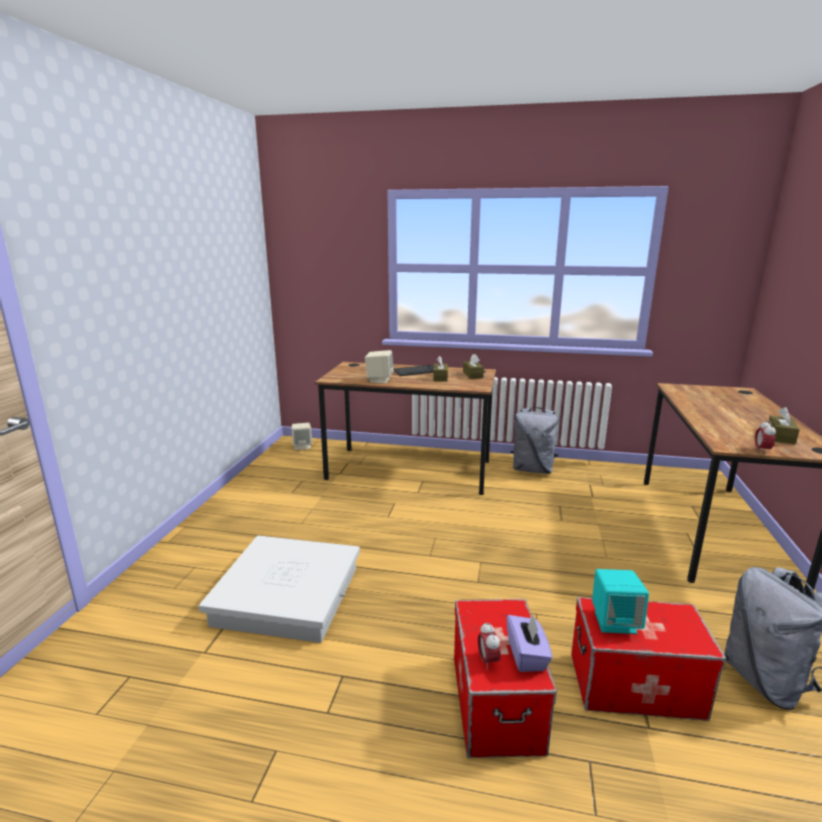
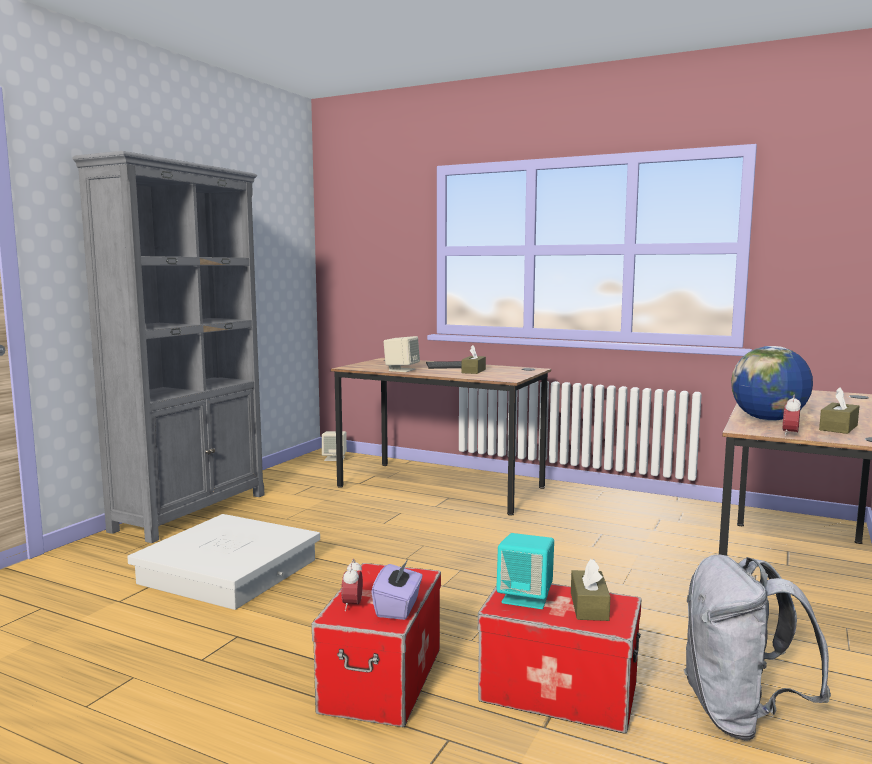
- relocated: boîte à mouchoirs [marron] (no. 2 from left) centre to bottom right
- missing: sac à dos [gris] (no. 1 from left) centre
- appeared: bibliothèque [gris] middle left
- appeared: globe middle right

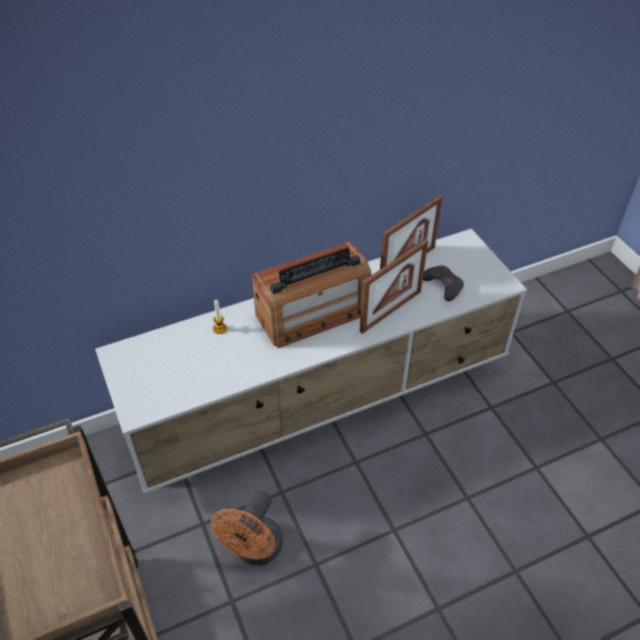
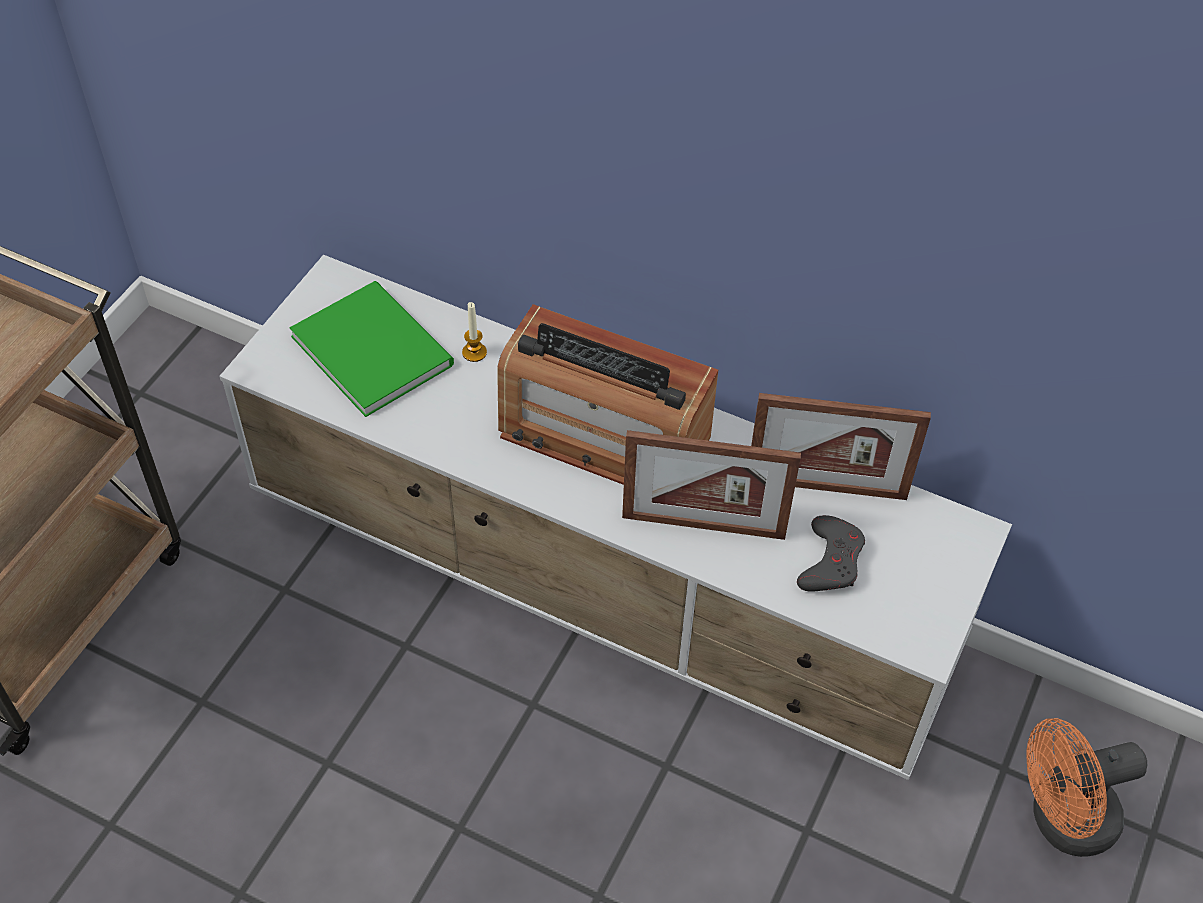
- relocated: ventilateur [orange] bottom centre to bottom right
- appeared: livre [vert] middle left

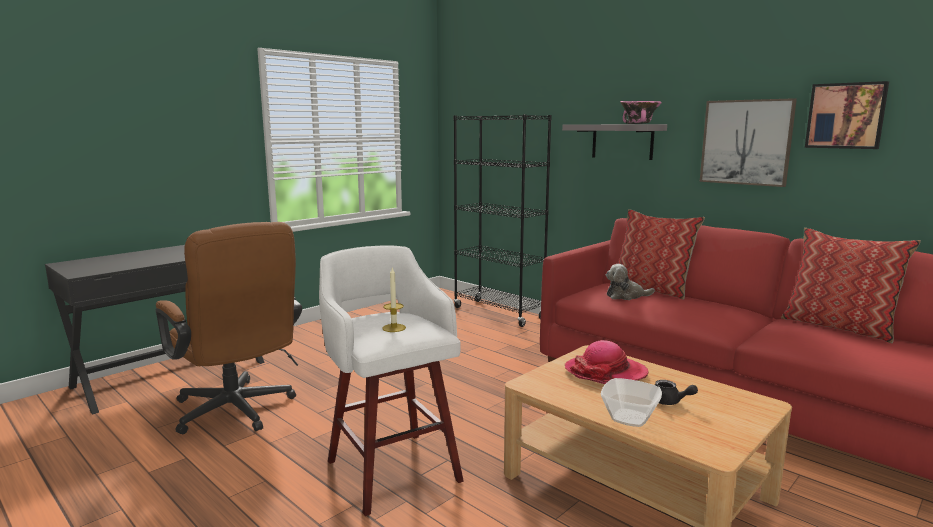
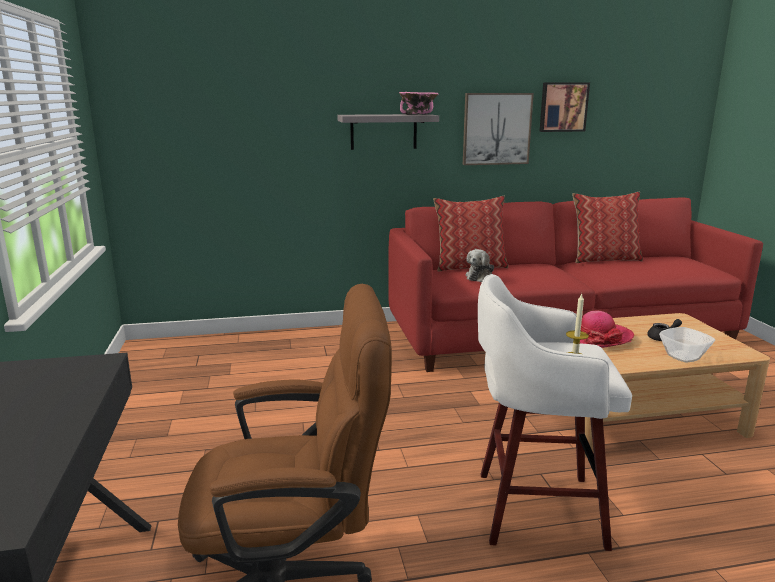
- missing: bibliothèque [noir] centre

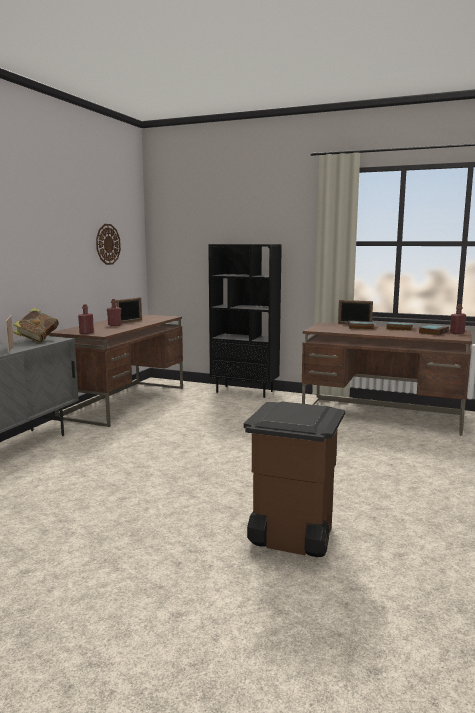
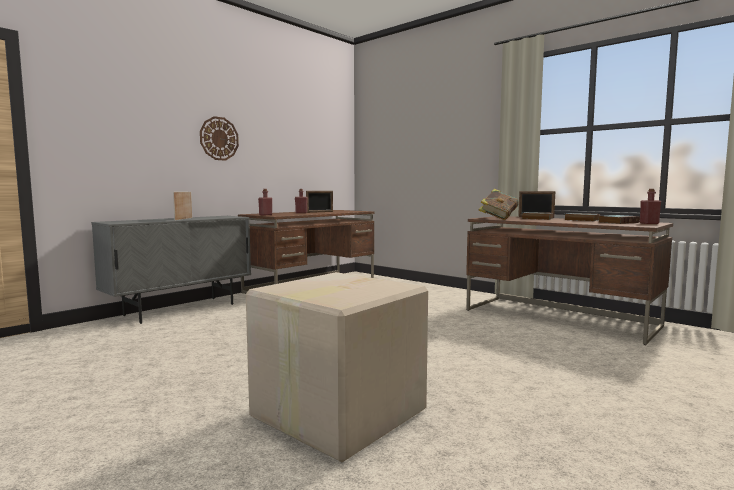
- relocated: horloge murale middle left to top left
- missing: bibliothèque [noir] centre
- relocated: livre (no. 1 from left) middle left to middle right
- exchanged: poubelle [marron] bottom centre to carton bottom centre

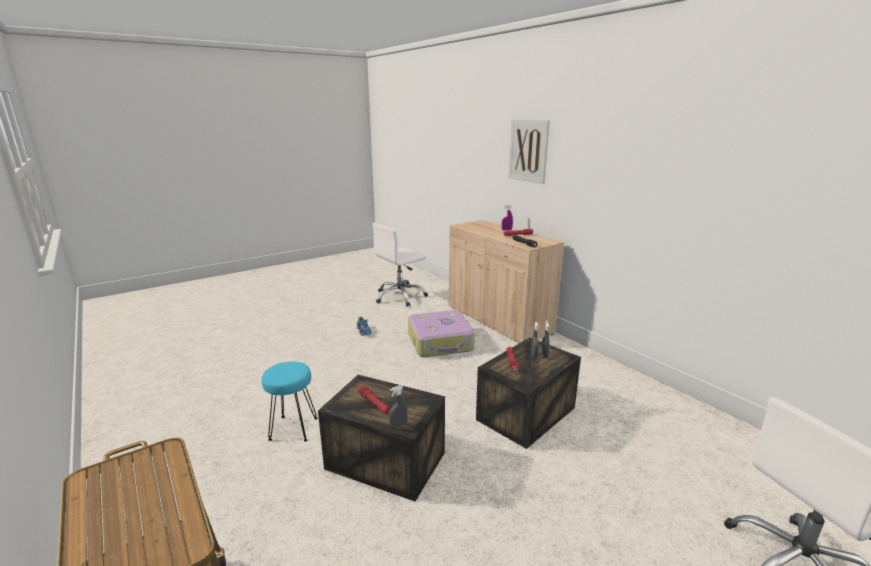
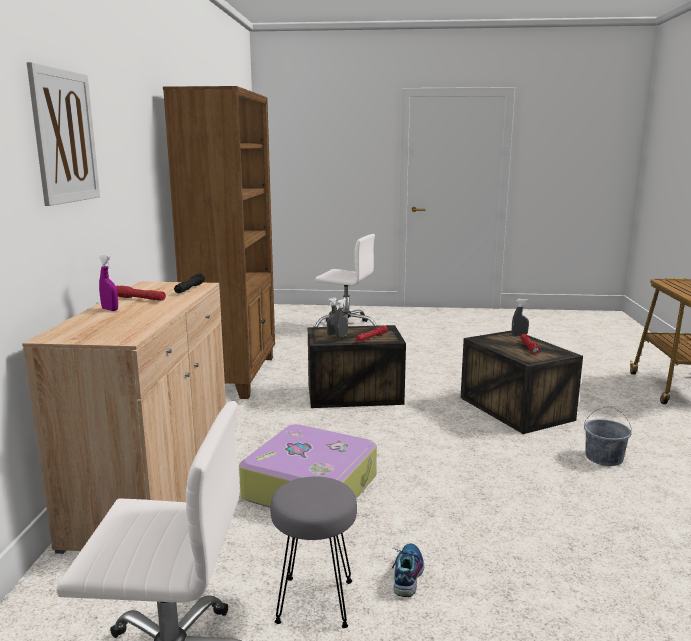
- exchanged: tabouret [turquoise] bottom left to seau [gris] bottom right
- appeared: bibliothèque [marron] middle left
- appeared: tabouret [gris] bottom centre

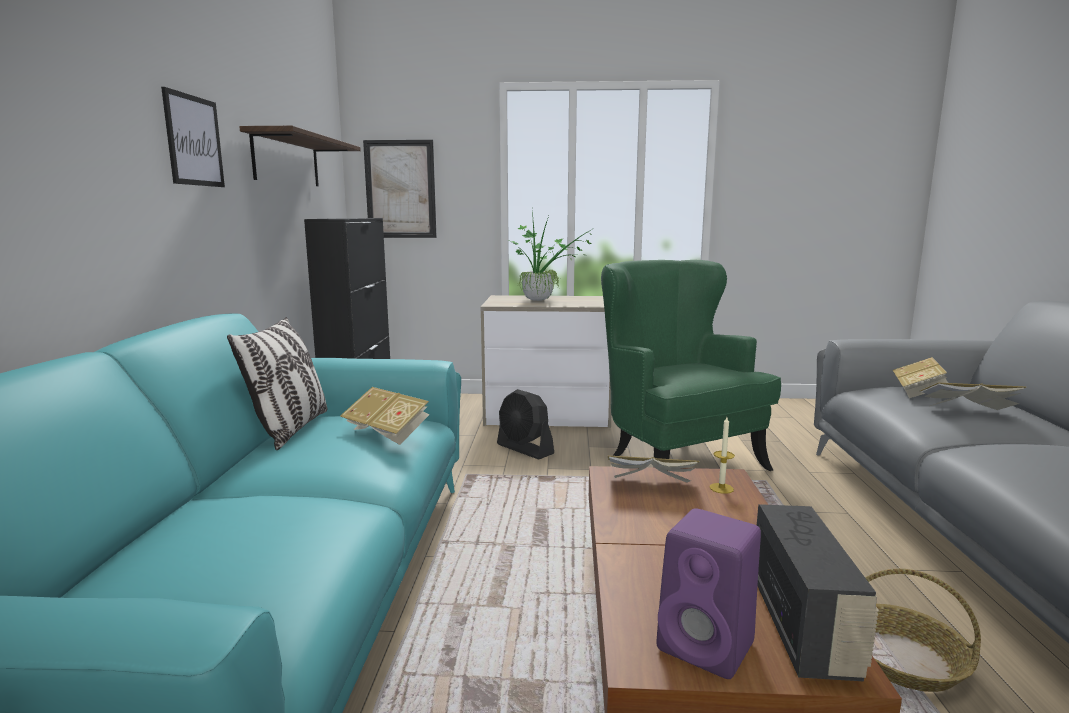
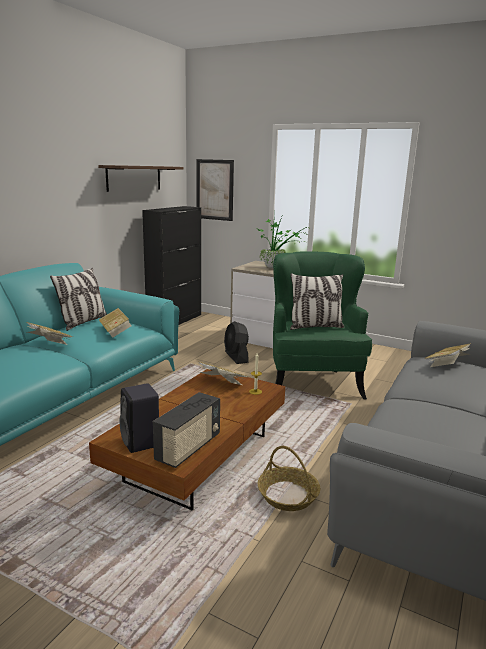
- missing: tableau (no. 1 from left) top left
- relocated: livre (no. 4 from left in the first image) middle right to livre (no. 1 from left) middle left
- colour: enceinte [violet] bottom centre to enceinte [noir] middle left
- appeared: coussin (no. 2 from left) centre

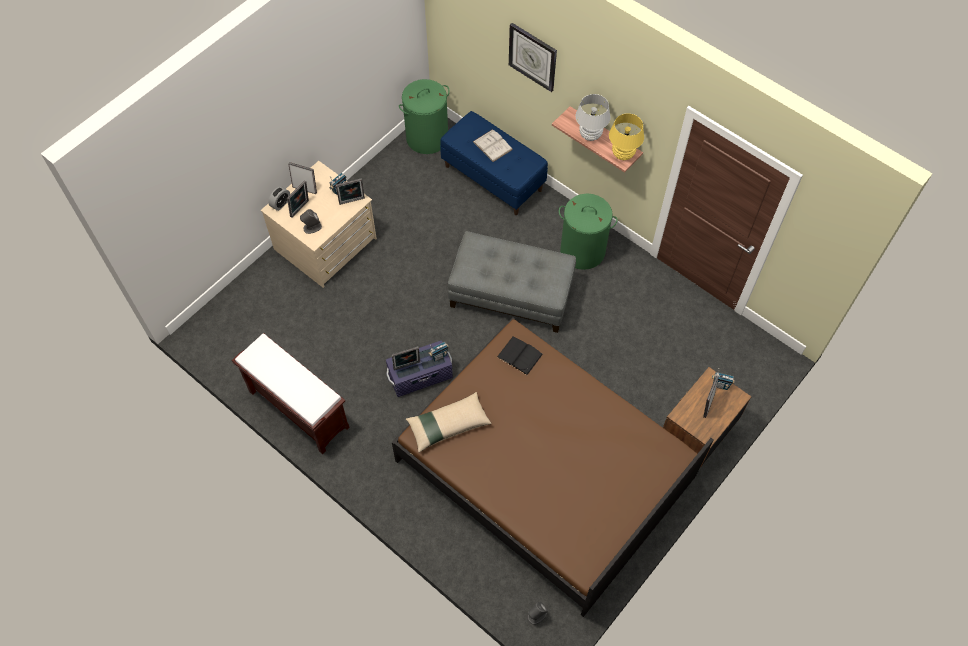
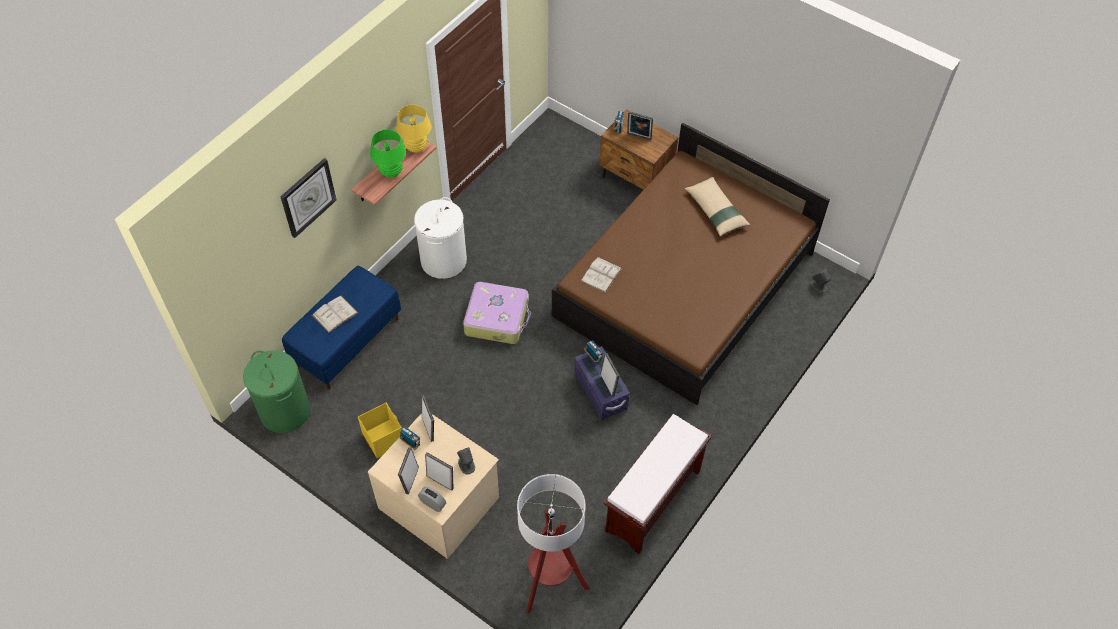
- colour: lampe de table [blanc] top centre to lampe de table [vert] top centre
- colour: panier à linge [vert] (no. 2 from left) centre to panier à linge [blanc] centre
- exchanged: pouf [gris] centre to valise centre
- colour: livre [noir] centre to livre [blanc] (no. 2 from left) centre
- relocated: coussin [beige] centre to top centre
- appeared: boîte de rangement [jaune] bottom centre
- appeared: lampadaire bottom centre

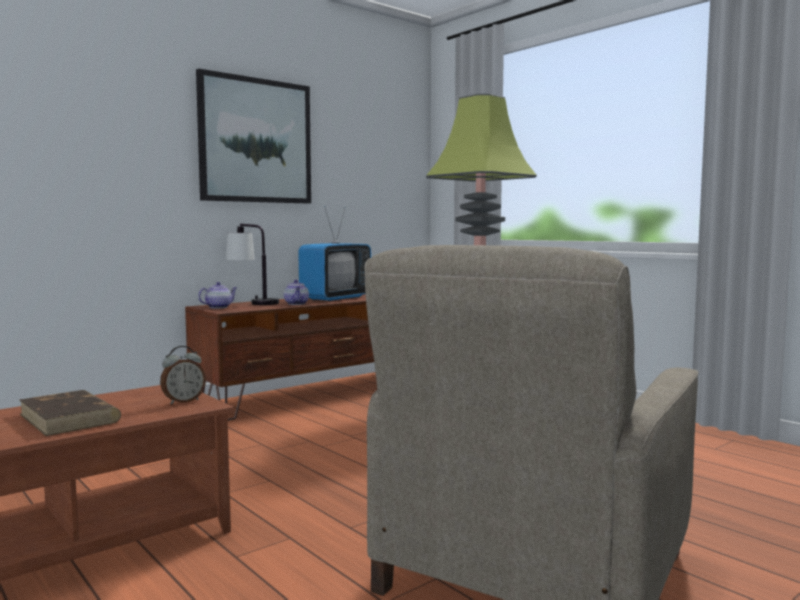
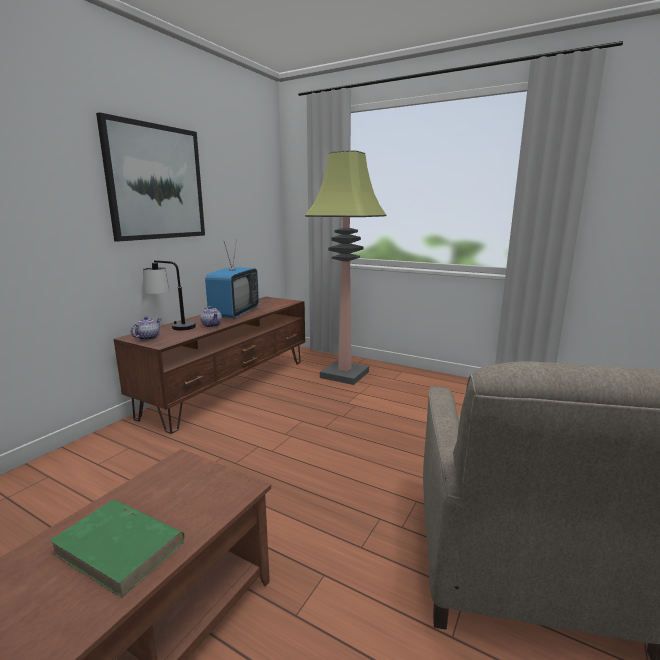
- missing: réveil middle left
- colour: livre [marron] bottom left to livre [vert] bottom left

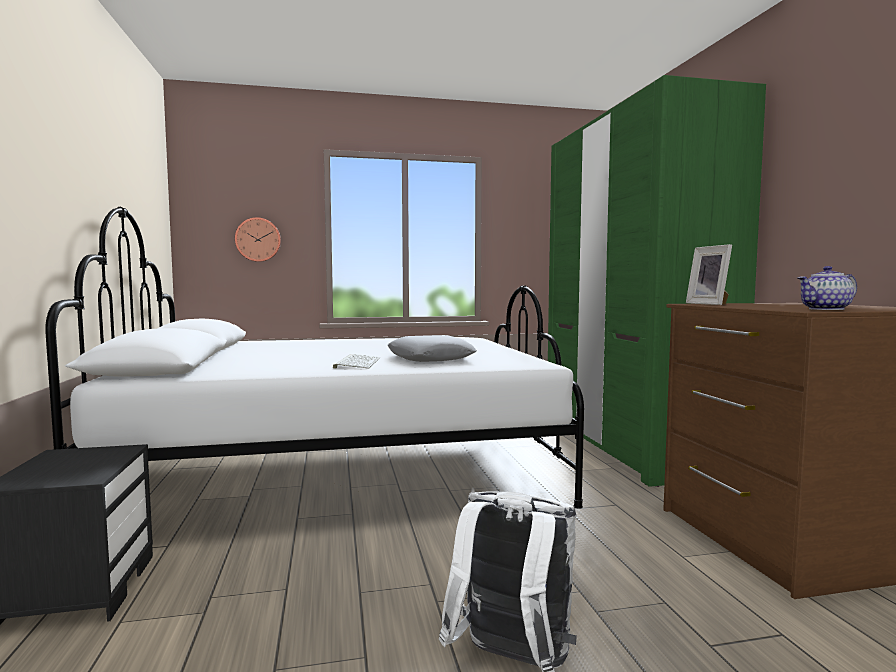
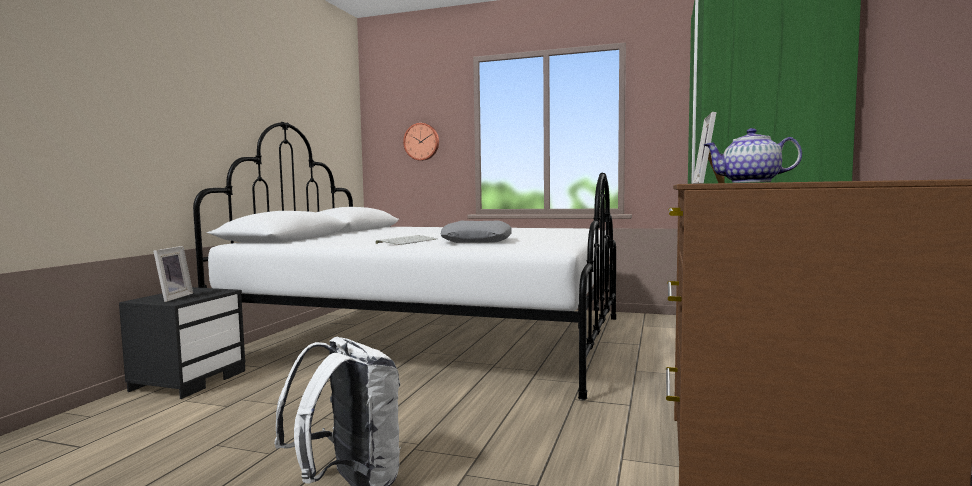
- appeared: cadre photo (no. 1 from left) middle left

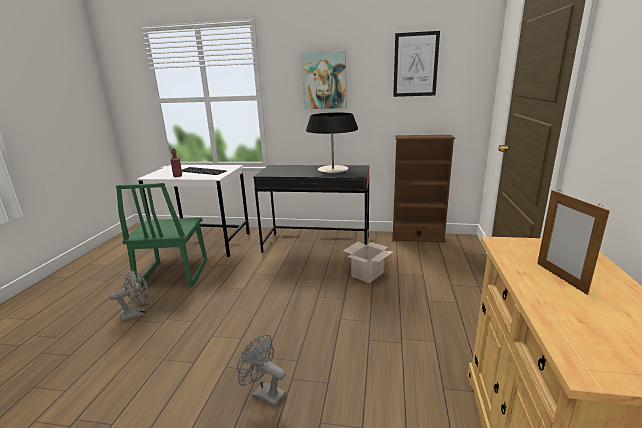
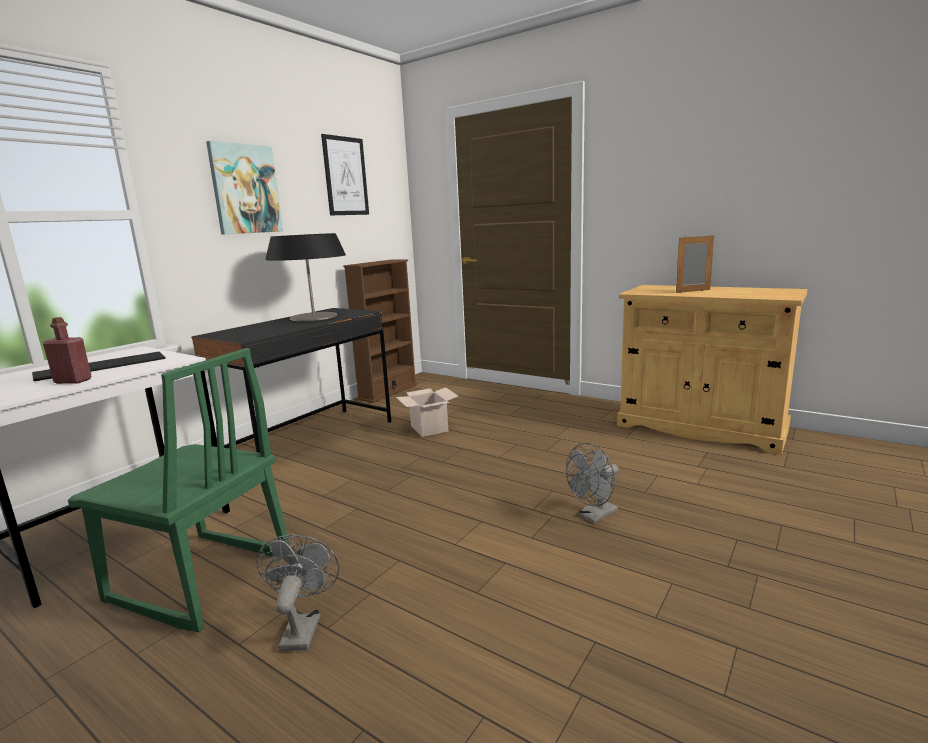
- spun: cadre photo middle right = middle right 150 degrees clockwise

